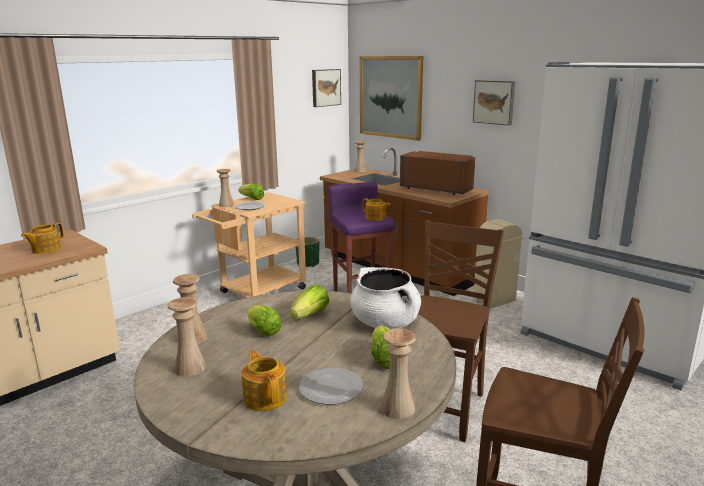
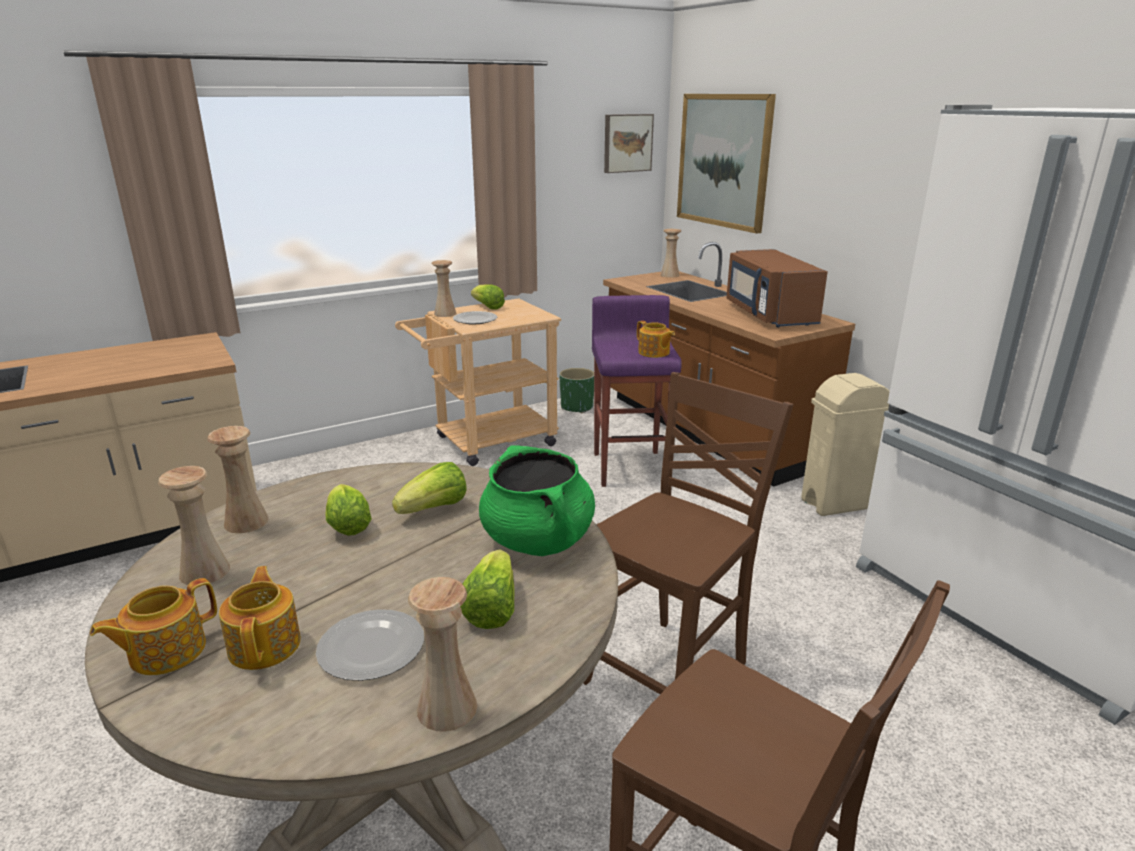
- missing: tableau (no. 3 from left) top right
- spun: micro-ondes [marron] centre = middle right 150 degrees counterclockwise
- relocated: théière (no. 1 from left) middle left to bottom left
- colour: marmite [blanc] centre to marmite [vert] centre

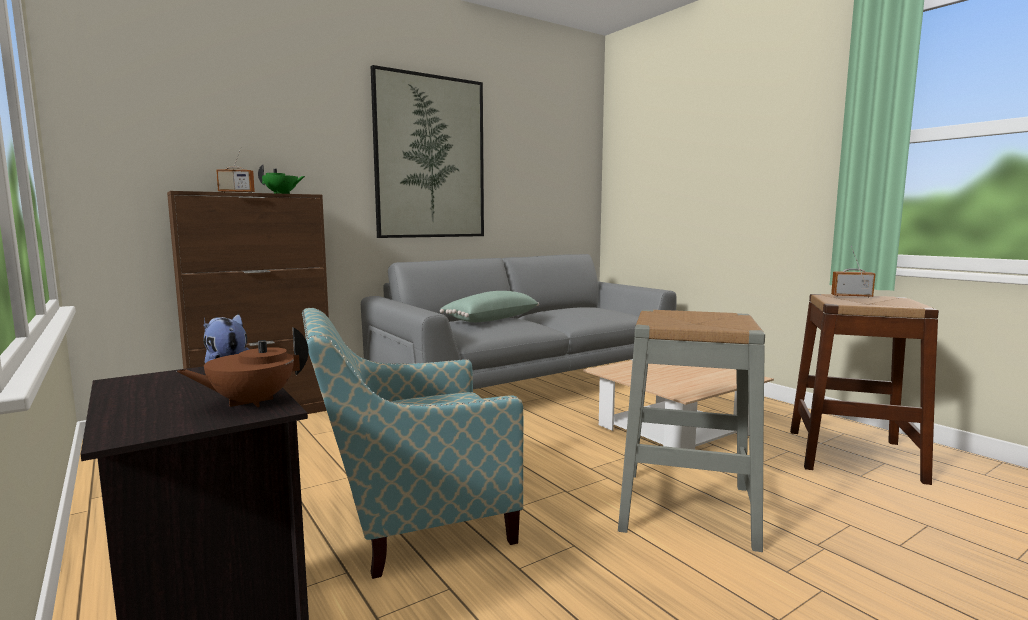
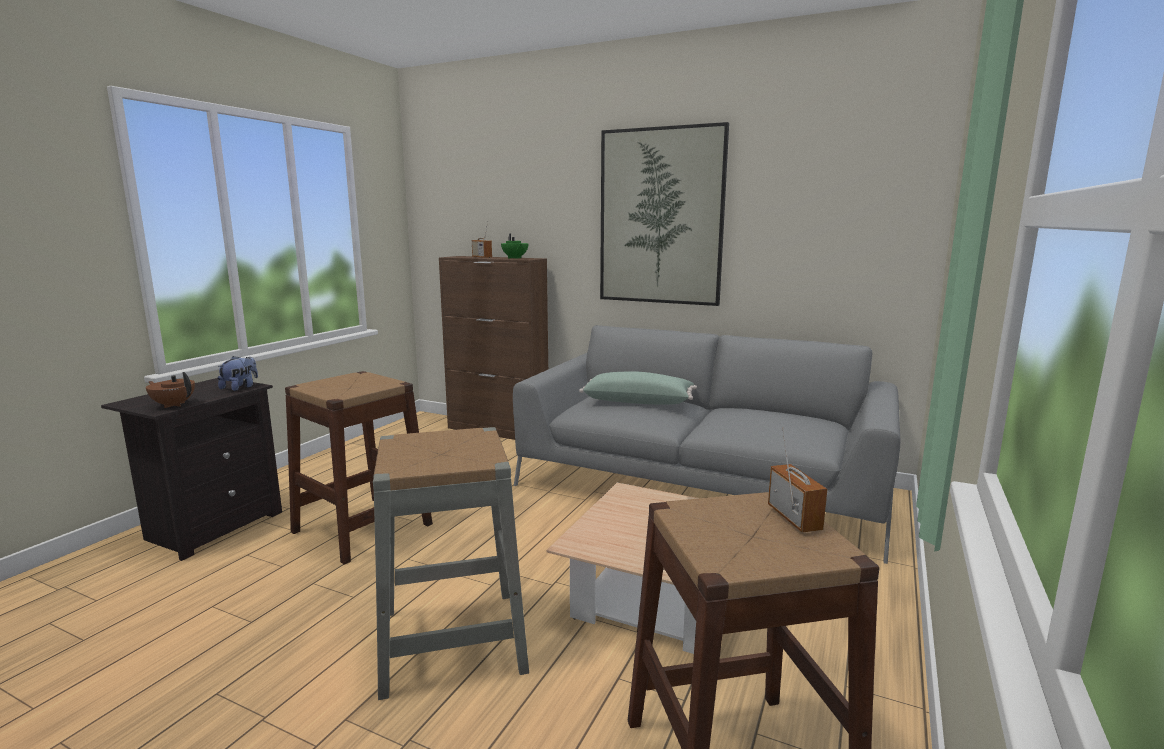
- exchanged: fauteuil bottom centre to tabouret [marron] (no. 1 from left) middle left

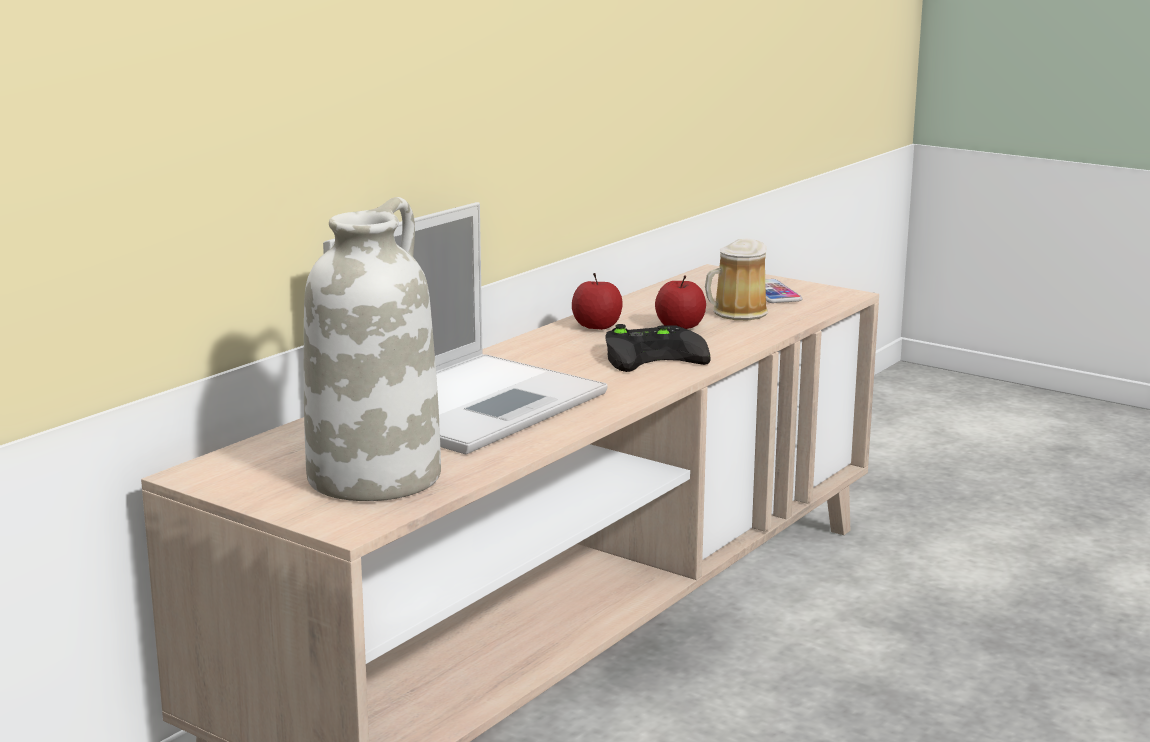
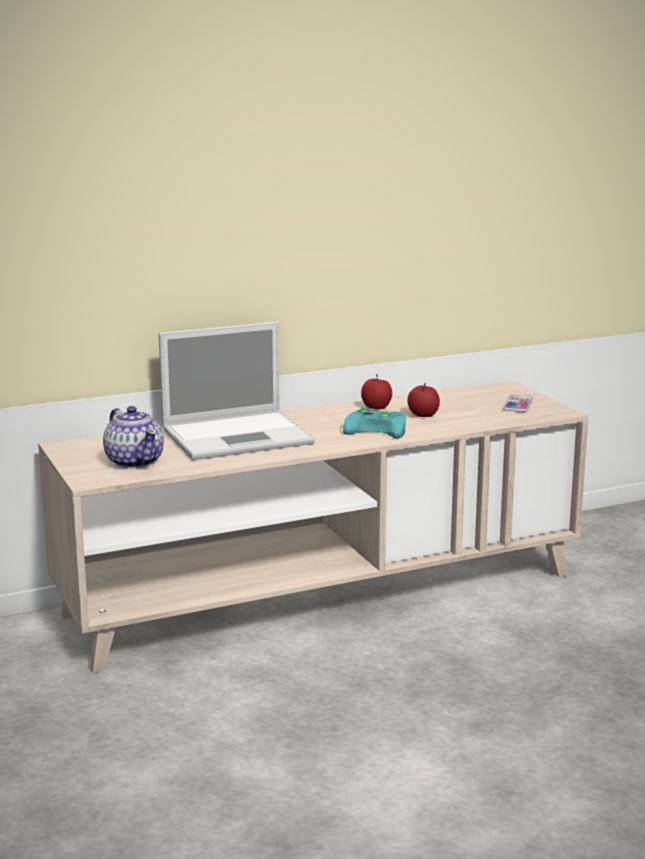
- exchanged: vase [blanc] middle left to théière middle left
- missing: mug centre
- colour: manette [noir] centre to manette [turquoise] centre

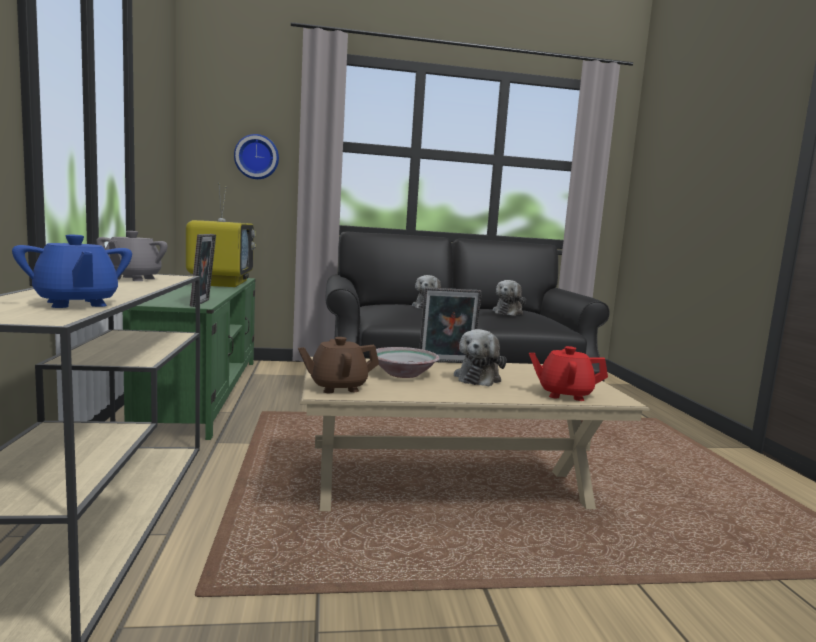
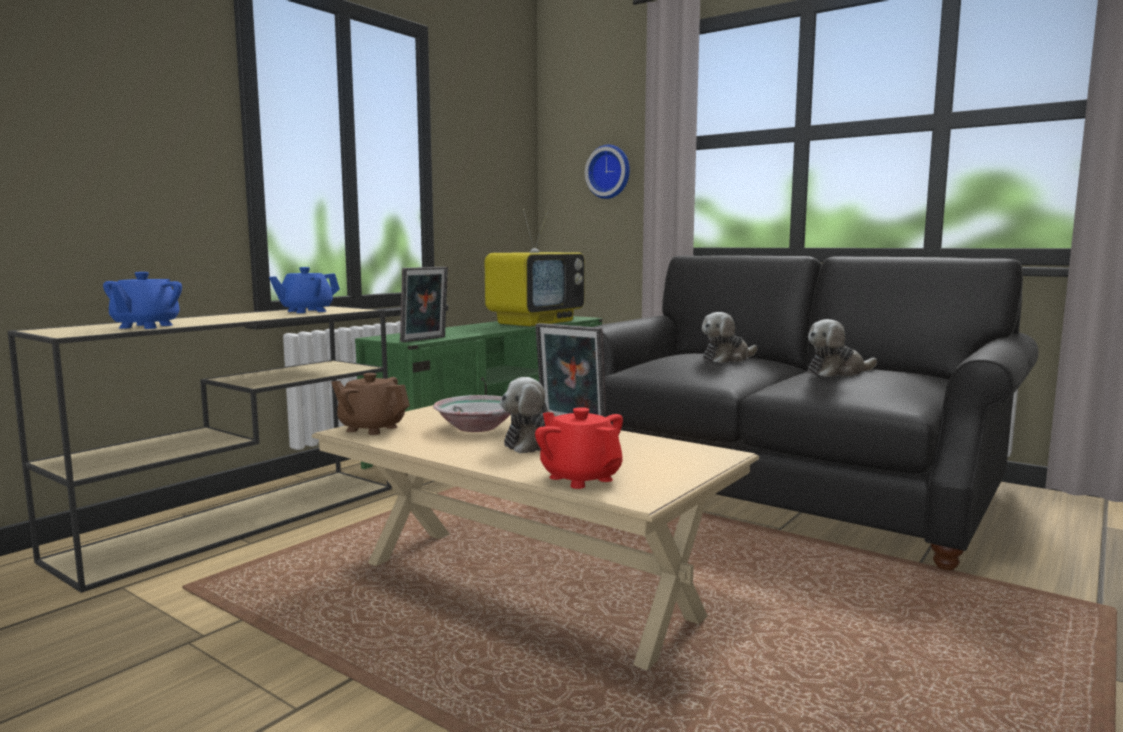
- colour: théière [gris] middle left to théière [bleu] (no. 2 from left) middle left

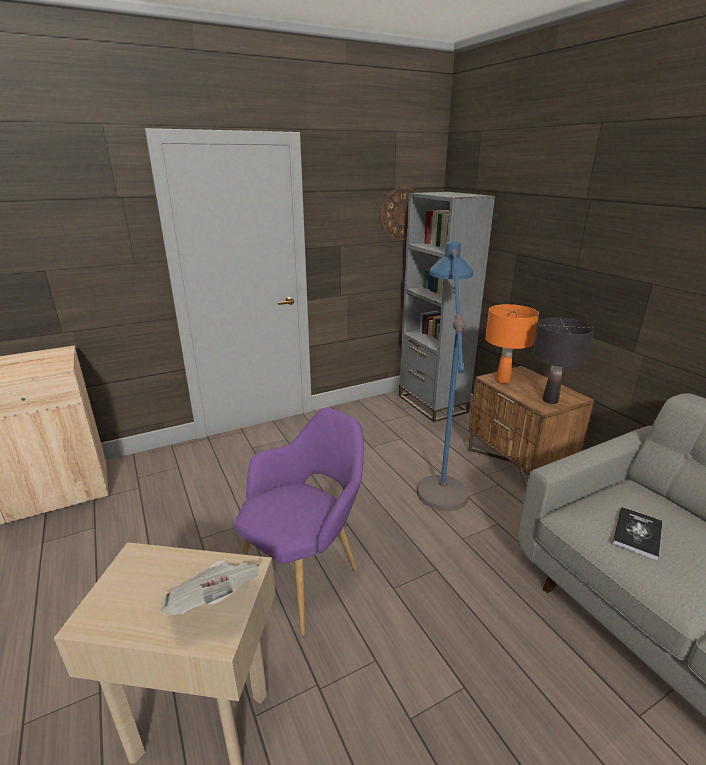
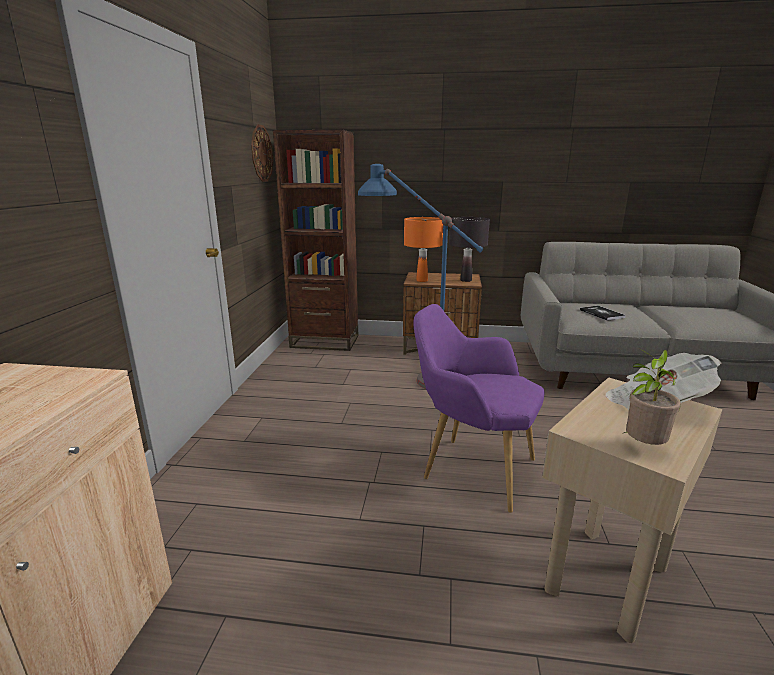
- colour: bibliothèque [gris] centre to bibliothèque [marron] centre
- spun: fauteuil [violet] bottom centre = centre 45 degrees counterclockwise
- appeared: plante en pot middle right

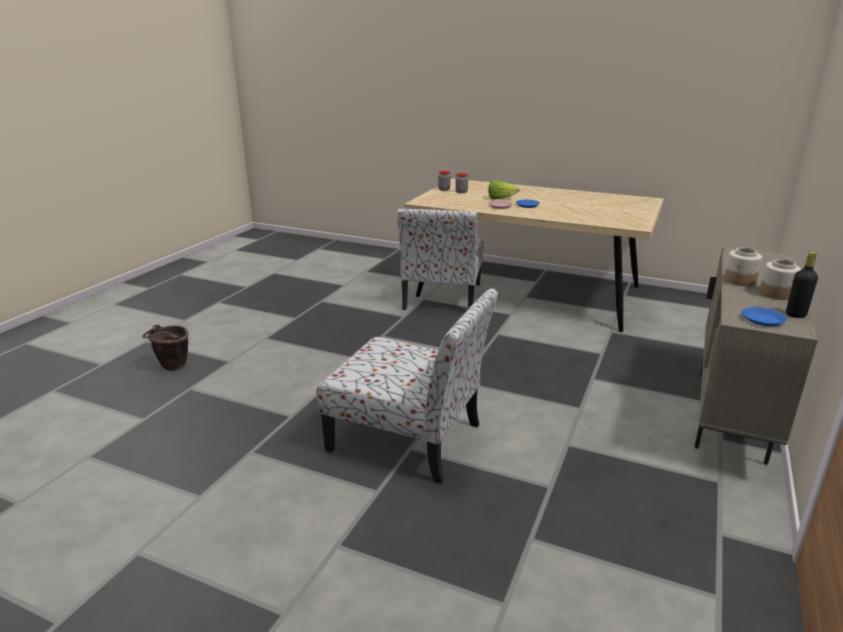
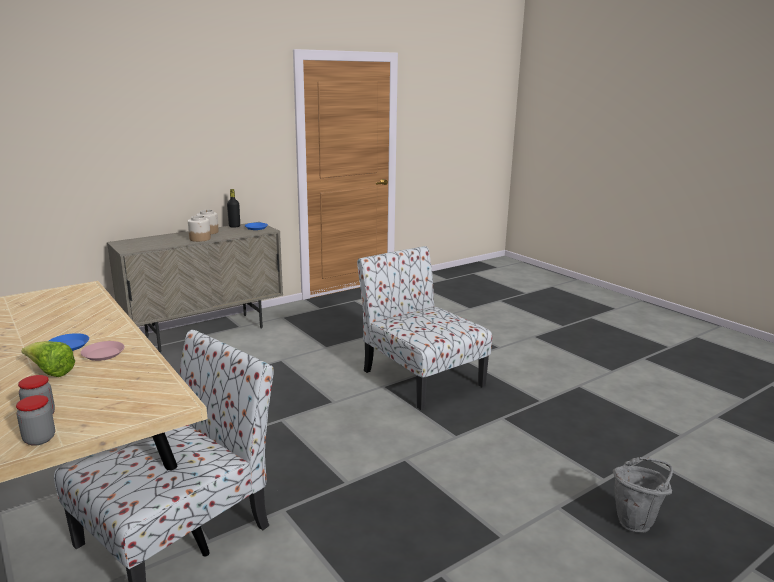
- colour: seau [marron] middle left to seau [gris] bottom right

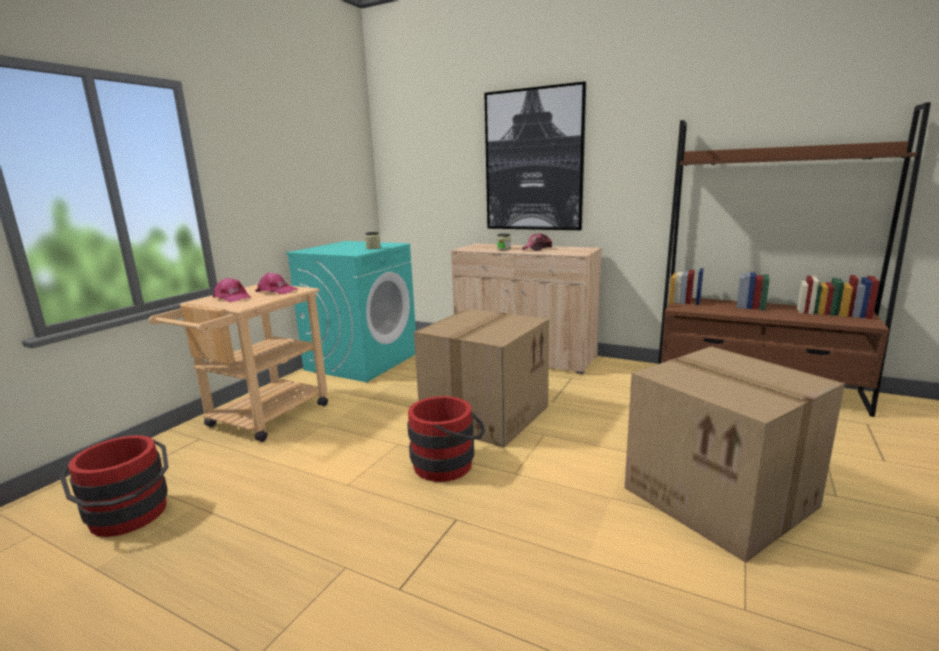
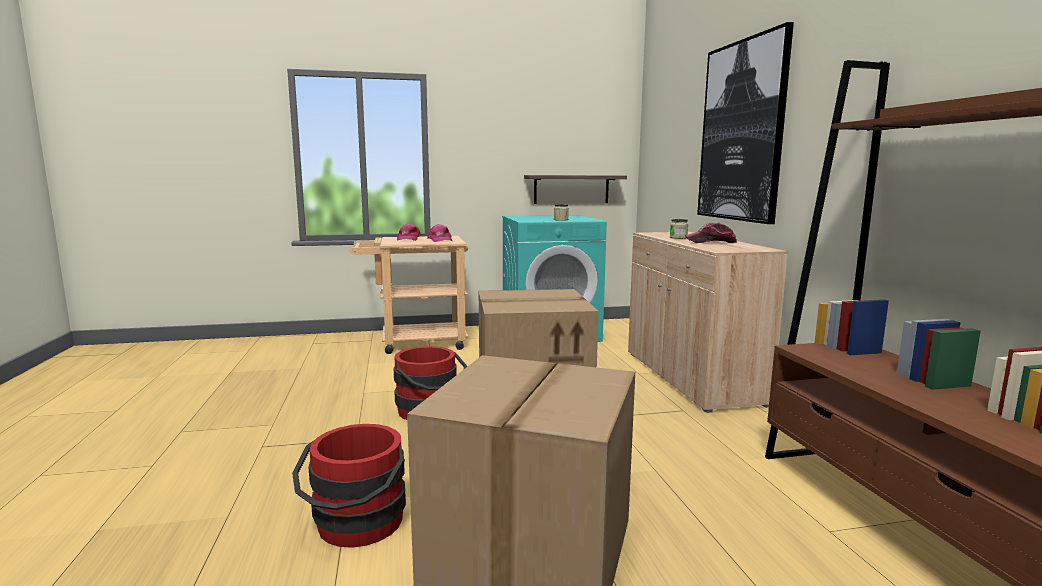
- relocated: seau [rouge] (no. 1 from left) bottom left to bottom centre
- appeared: étagère top centre

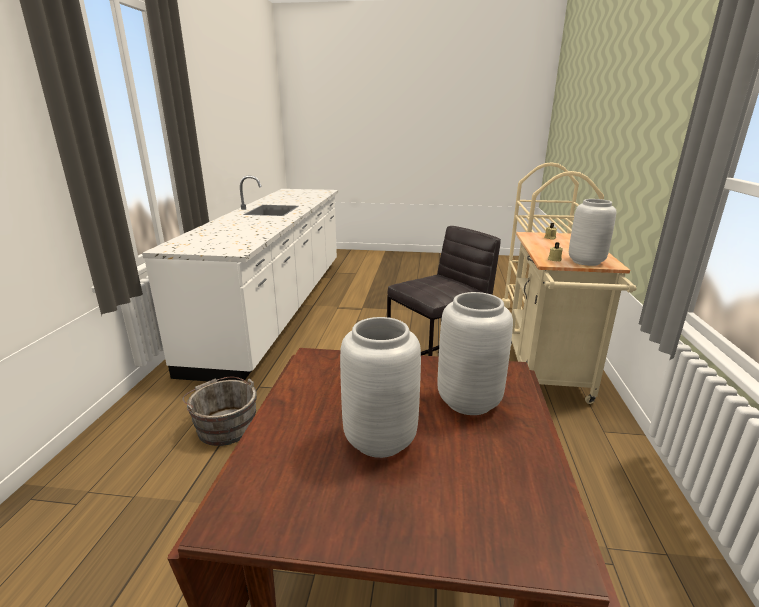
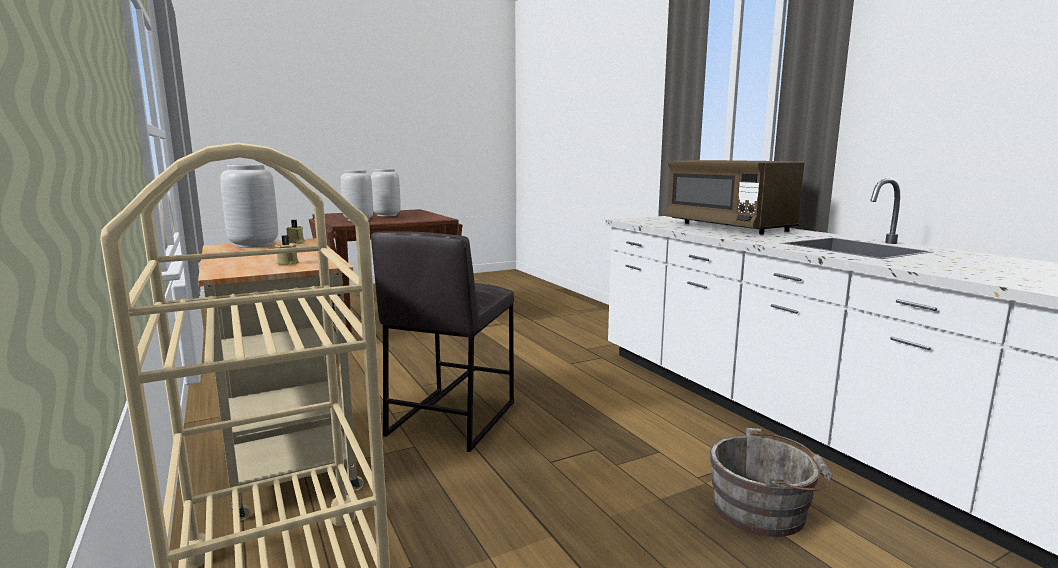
- relocated: seau [gris] bottom left to bottom right
- appeared: micro-ondes [marron] middle right

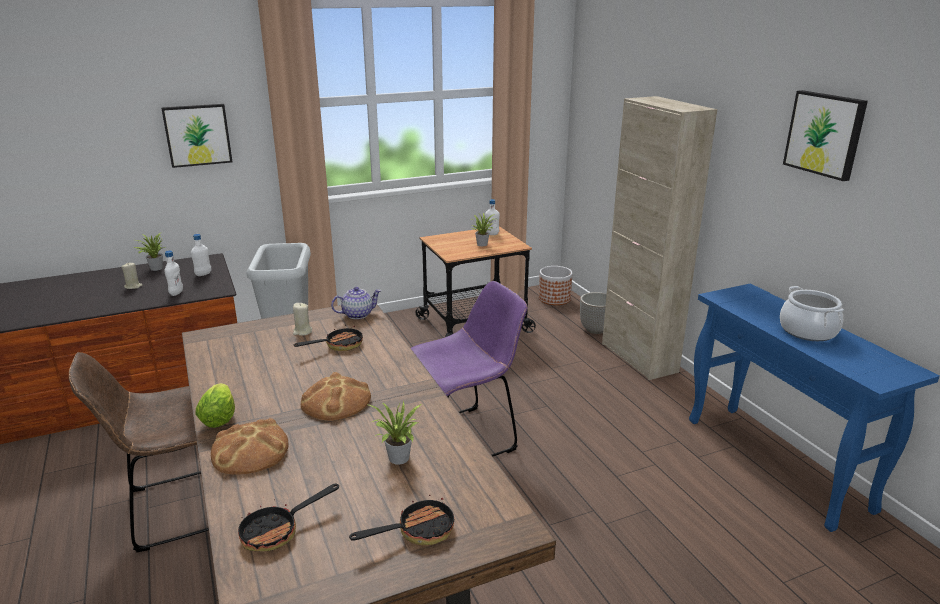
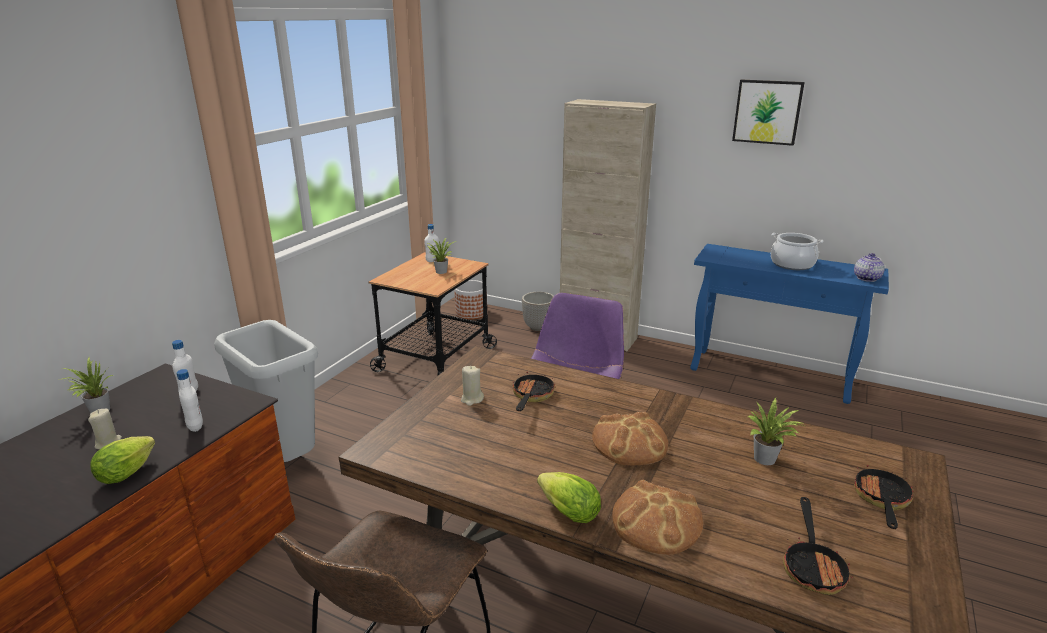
- missing: tableau (no. 1 from left) top left
- relocated: théière centre to middle right
- appeared: laitue (no. 1 from left) bottom left

